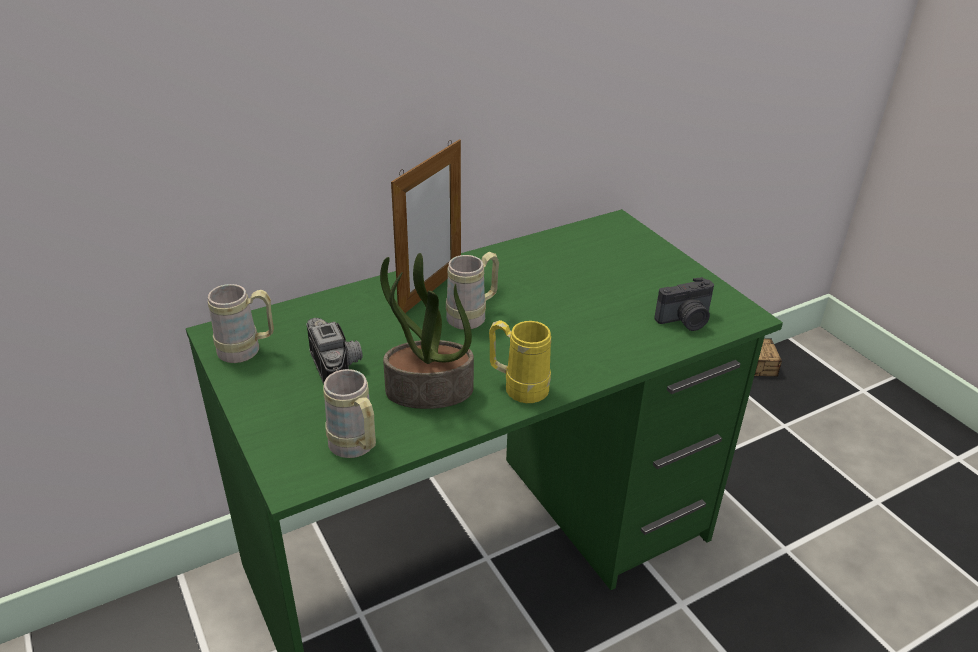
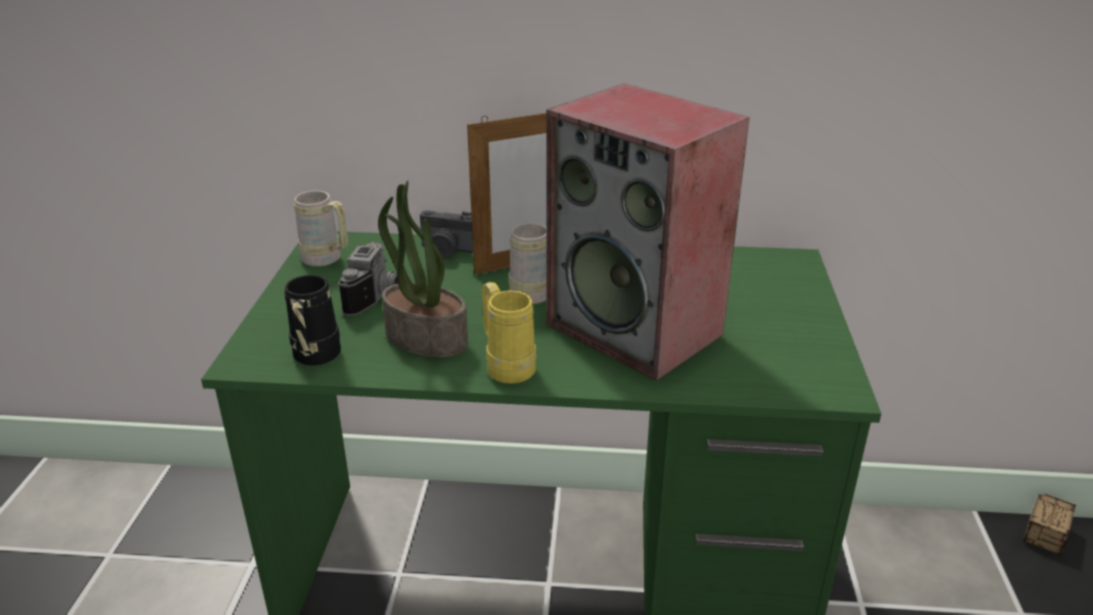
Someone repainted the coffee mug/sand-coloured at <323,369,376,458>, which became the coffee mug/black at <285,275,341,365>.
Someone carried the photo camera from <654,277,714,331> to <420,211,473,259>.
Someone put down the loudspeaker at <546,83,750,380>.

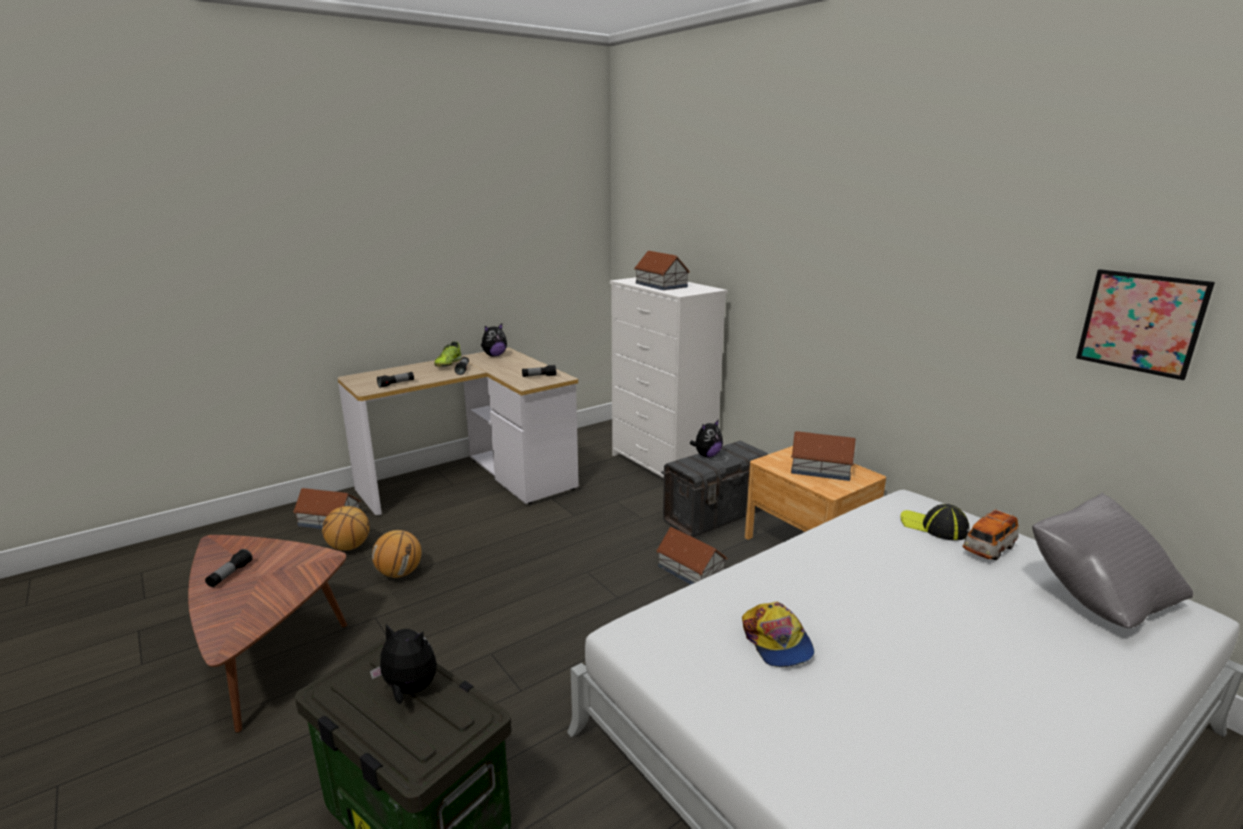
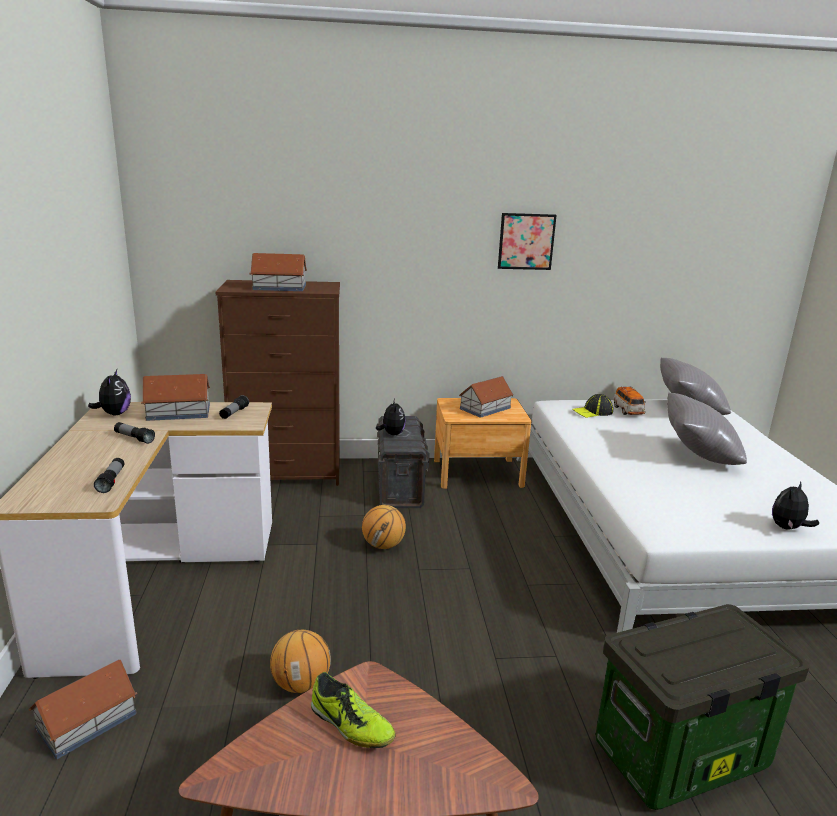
Someone carried the model house from <656,527,727,585> to <141,374,210,421>.
Someone repainted the chest of drawers/whitish at <610,277,728,478>, which became the chest of drawers/brown at <215,280,340,486>.
Someone carried the shoe from <434,341,462,366> to <311,672,396,748>.
Someone carried the ball for basketball from <322,506,370,551> to <362,505,406,549>.
Someone carried the wall picture from <1076,269,1215,380> to <498,213,557,270>.
Someone put down the throw pillow/grey at <667,392,747,465>.
Someone carried the soft toy from <370,624,437,704> to <772,481,819,530>.
Someone took away the hand torch at <205,549,253,587>.
Someone took away the cap at <742,602,814,667>.

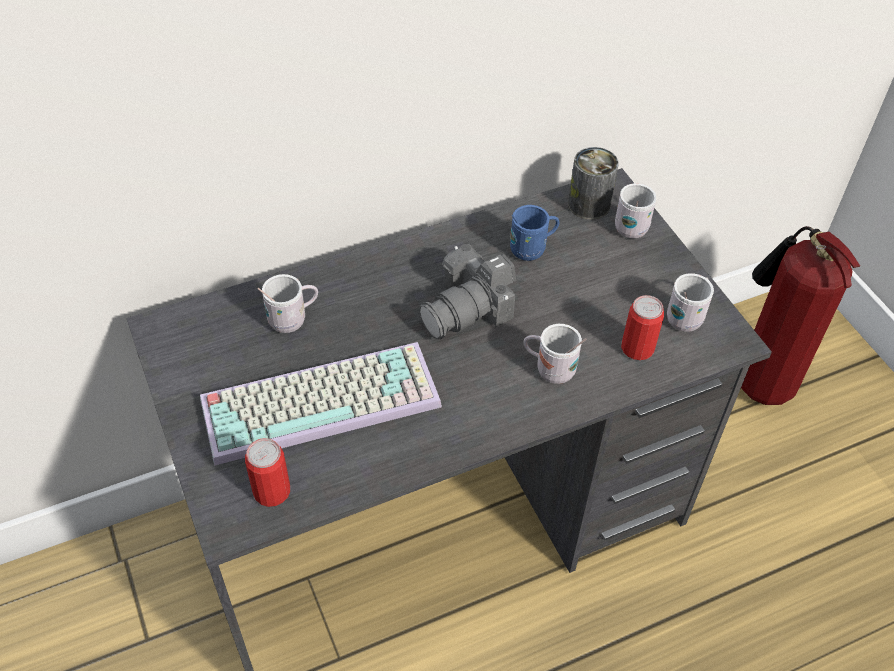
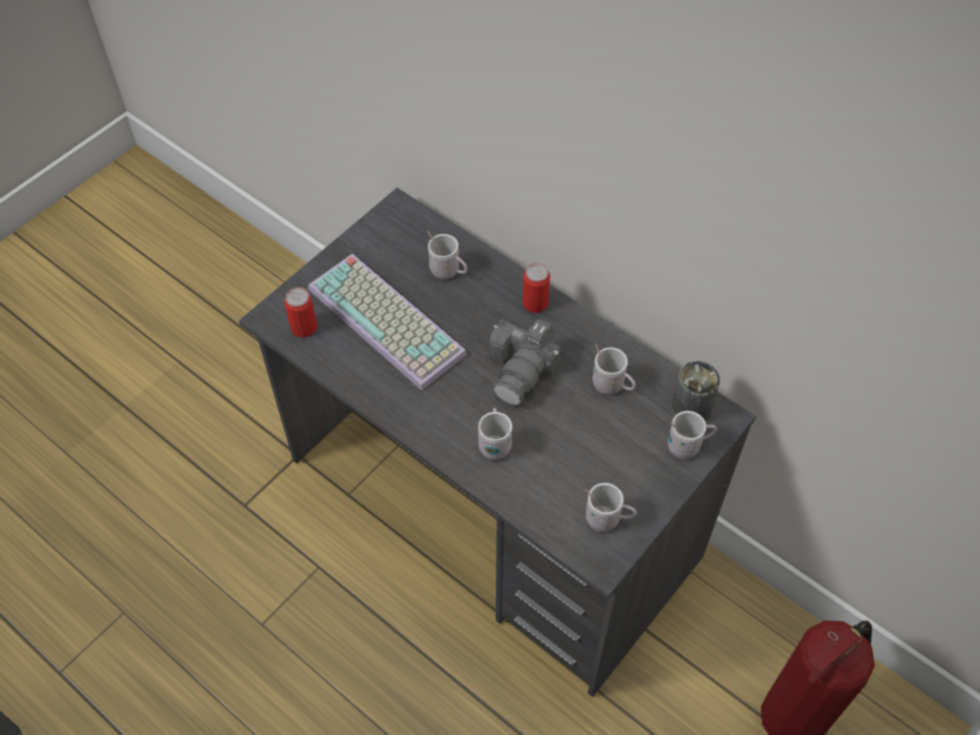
Someone rotated the photo camera at <419,244,516,339> by 90 degrees counterclockwise.
Someone carried the metal can from <621,295,664,360> to <522,263,550,313>.
Someone repainted the coffee mug/blue-coloured at <510,205,559,261>, which became the coffee mug/whitish at <592,344,636,395>.

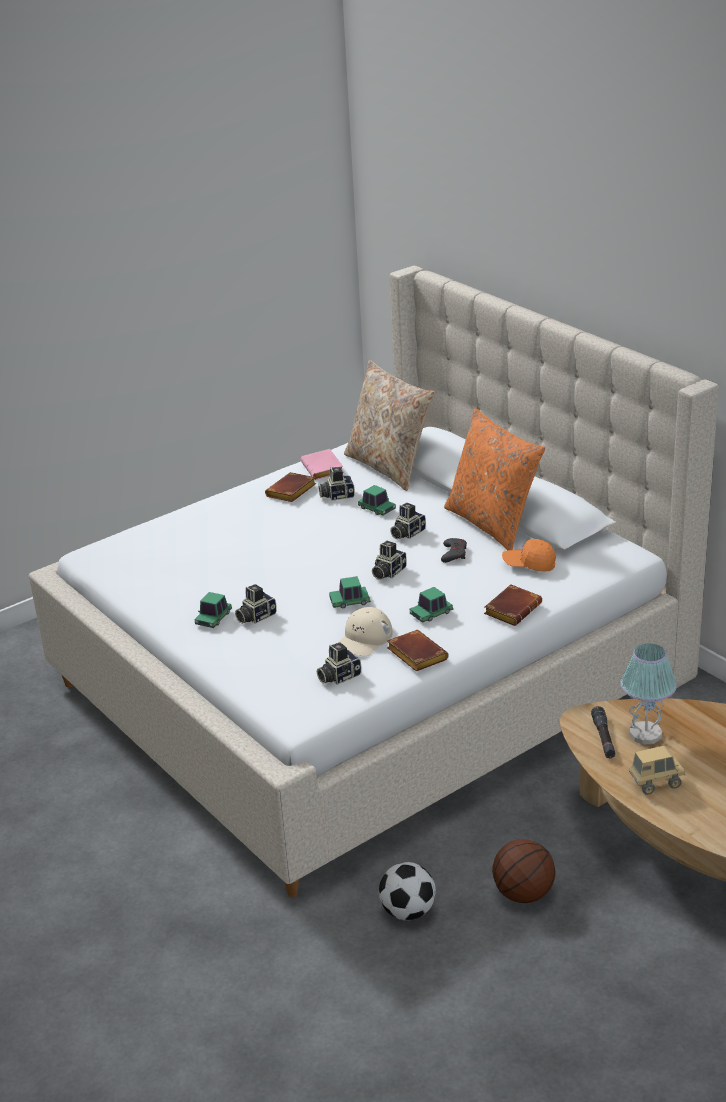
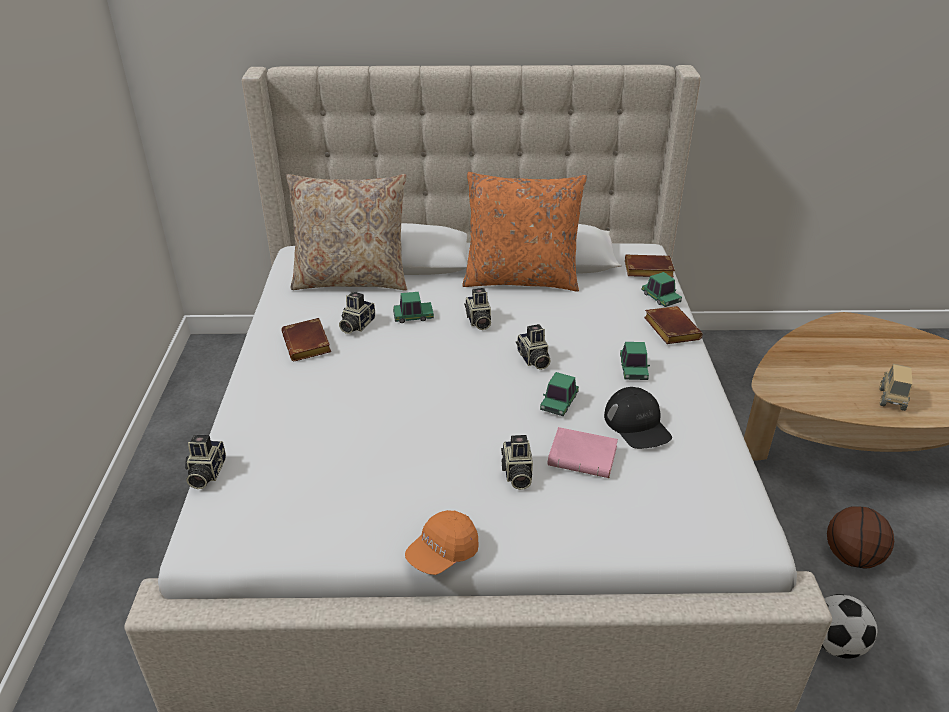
Someone carried the photo camera from <317,642,361,685> to <185,435,226,489>.
Someone carried the cap/orange-coloured from <502,539,556,572> to <405,510,478,575>.
Someone carried the volume/pink-coloured from <301,449,344,480> to <548,427,618,478>.
Someone repainted the cap/sand-coloured at <338,607,393,656>, which became the cap/black at <604,387,672,449>.
Someone carried the volume/brown from <387,630,449,671> to <625,255,675,278>.
Someone carried the model car from <194,592,232,628> to <641,272,682,307>.
Someone took away the gamepad/grey at <441,538,467,563>.
Someone took away the hand torch/black at <591,706,615,759>.
Someone took away the lamp for a table at <620,644,677,745>.

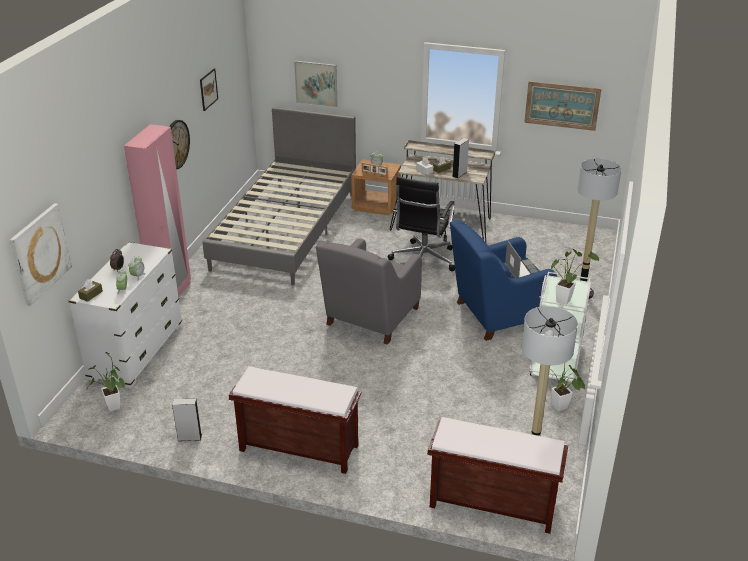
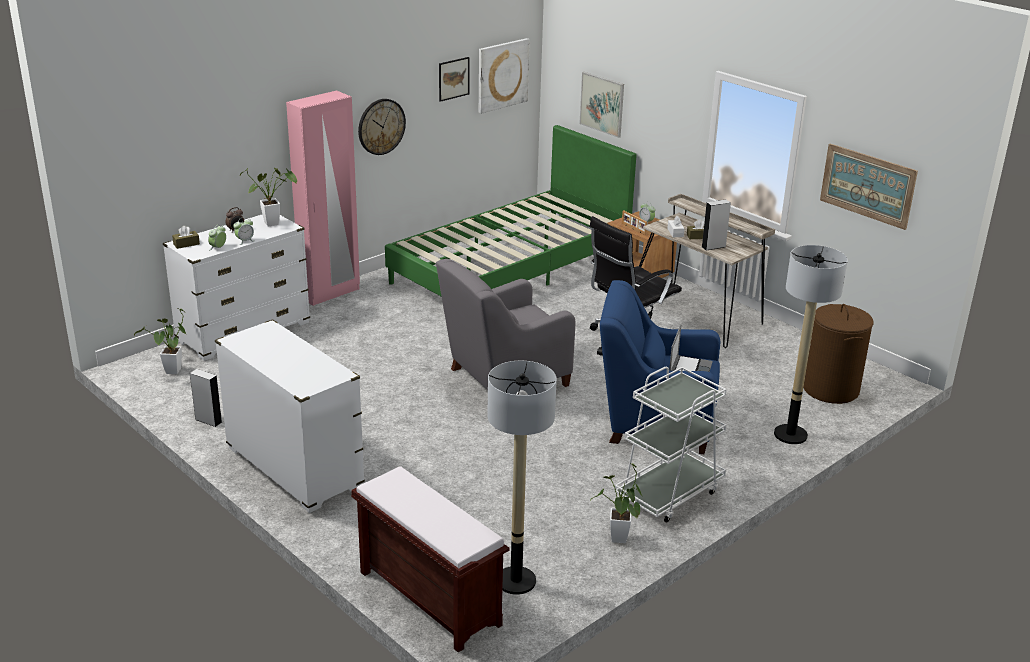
Someone swapped the long seat/brown at <229,366,362,474> for the chest of drawers/whitish at <215,319,365,513>.
Someone carried the plant in a pot from <551,249,599,304> to <240,168,297,226>.
Someone repainted the bedroom bed/grey at <202,107,356,286>, which became the bedroom bed/green-coloured at <385,125,636,296>.
Someone carried the wall picture from <10,203,72,306> to <479,38,530,114>.
Someone put down the laundry basket/brown at <803,304,874,404>.

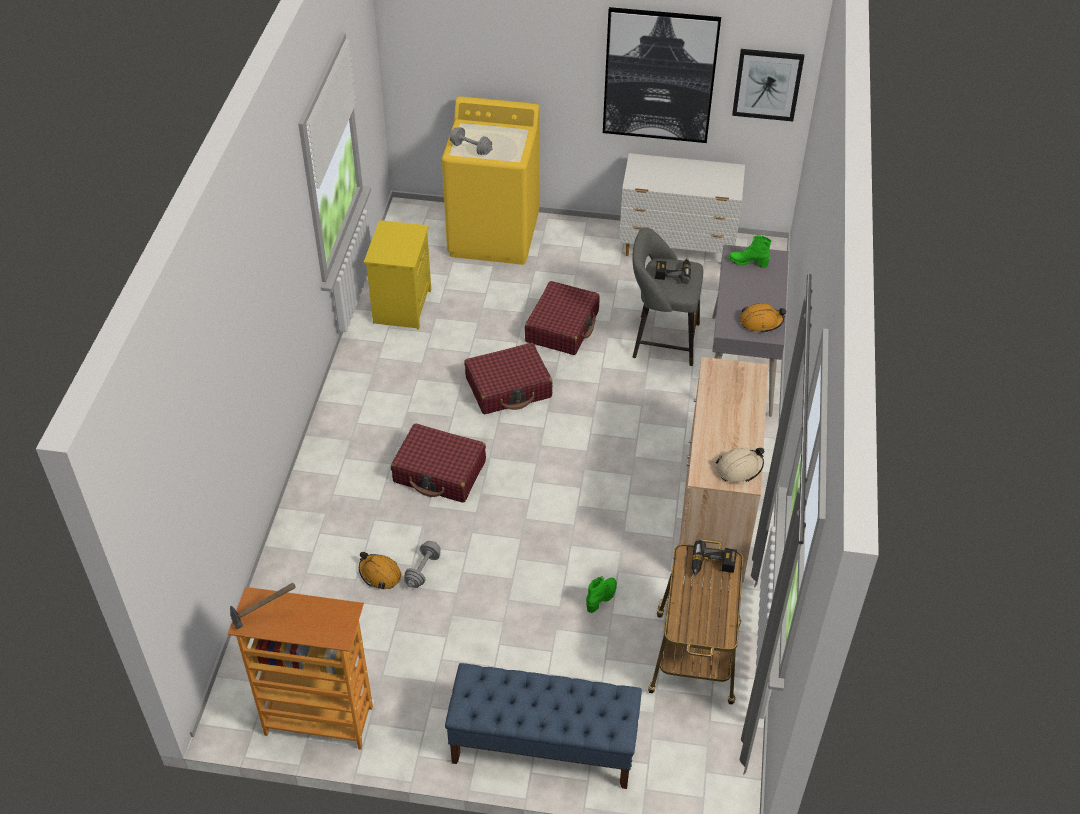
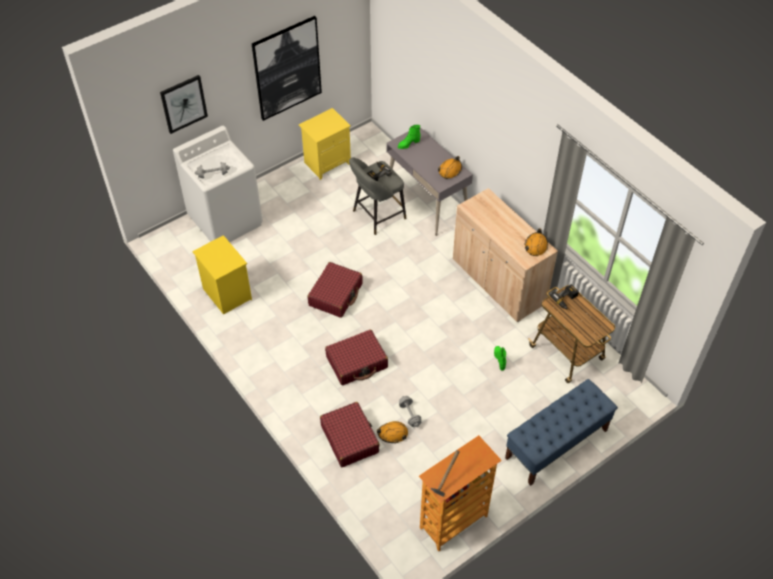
Someone carried the wall picture from <732,49,804,121> to <160,75,208,134>.
Someone repainted the washing machine/yellow at <442,96,540,265>, which became the washing machine/whitish at <173,126,263,242>.
Someone swapped the chest of drawers/whitish at <619,153,745,256> for the night table/yellow at <299,108,351,180>.
Someone carried the suitcase/reddish from <525,281,600,355> to <320,402,380,467>.
Someone repainted the work helmet/sand-coloured at <716,448,764,483>, which became the work helmet/orange-coloured at <525,229,548,256>.

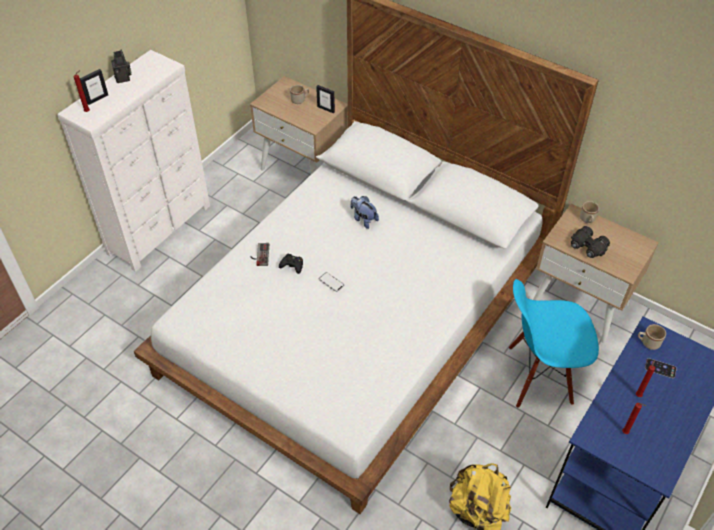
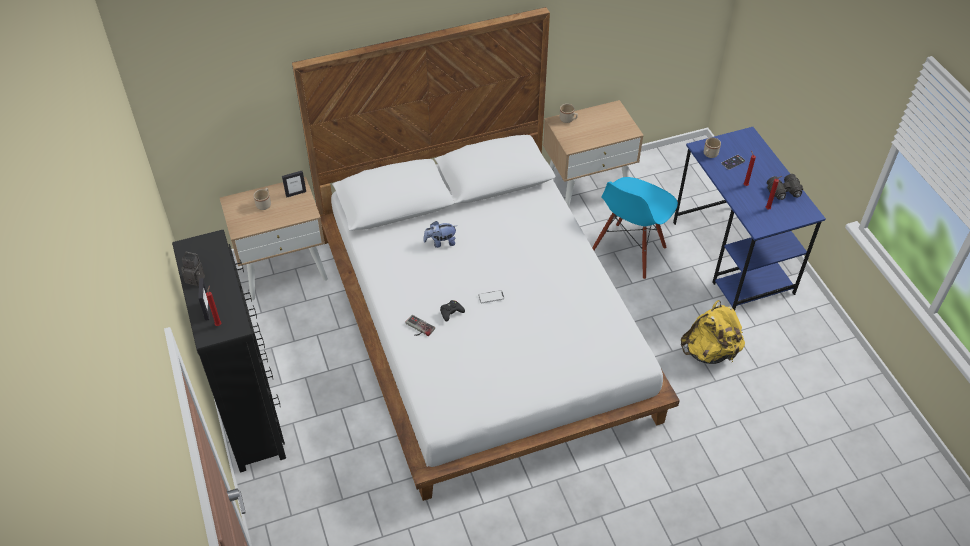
Someone repainted the chest of drawers/whitish at <57,50,210,272>, which became the chest of drawers/black at <172,230,286,472>.
Someone carried the pair of binoculars/black from <571,226,610,258> to <767,174,803,200>.

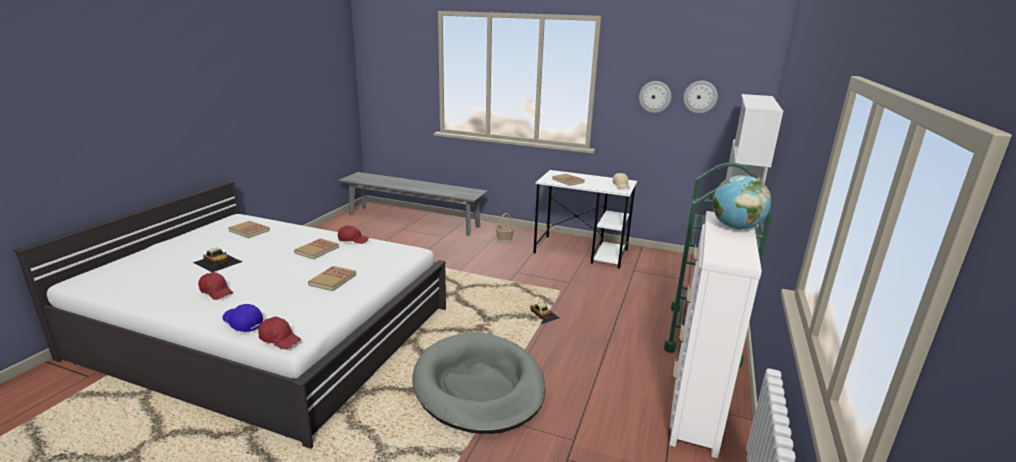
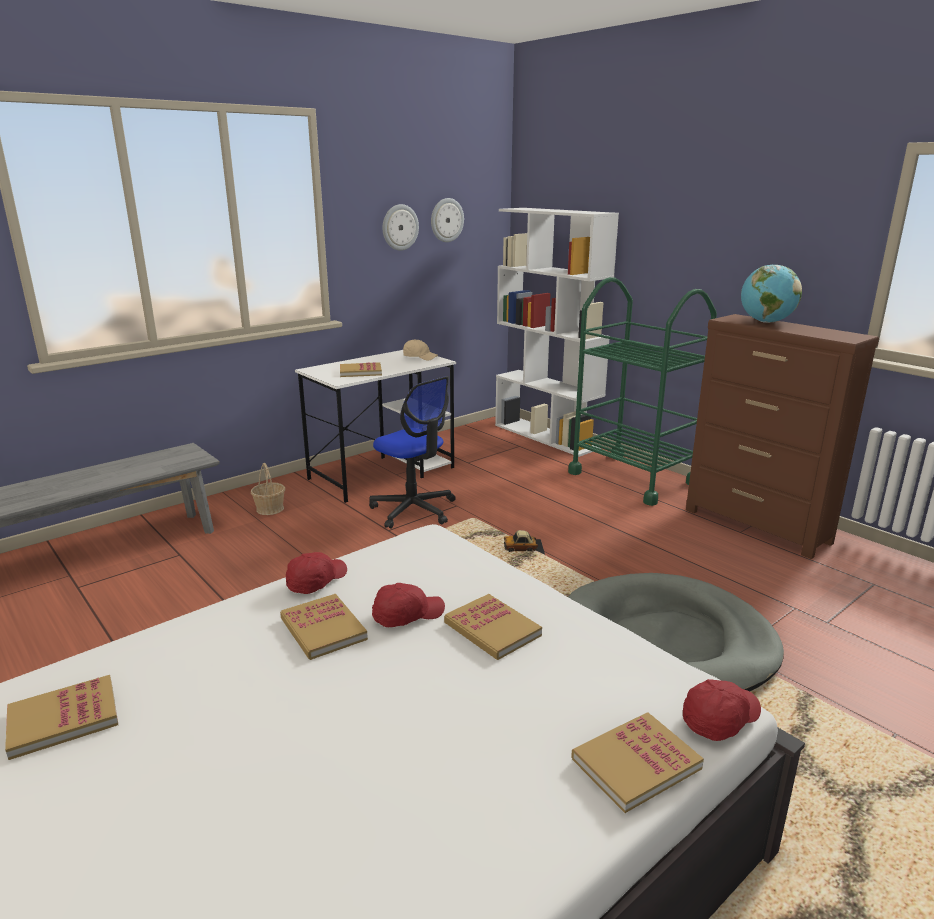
Someone put down the computer chair at <369,376,456,529>.
Someone carried the cap/reddish from <198,272,233,300> to <372,583,445,627>.
Someone swapped the cap/blue-coloured at <222,304,263,332> for the volume at <571,712,704,813>.
Someone repainted the chest of drawers/whitish at <669,211,762,458>, which became the chest of drawers/brown at <686,314,879,559>.
Someone took away the model car at <193,248,242,272>.

